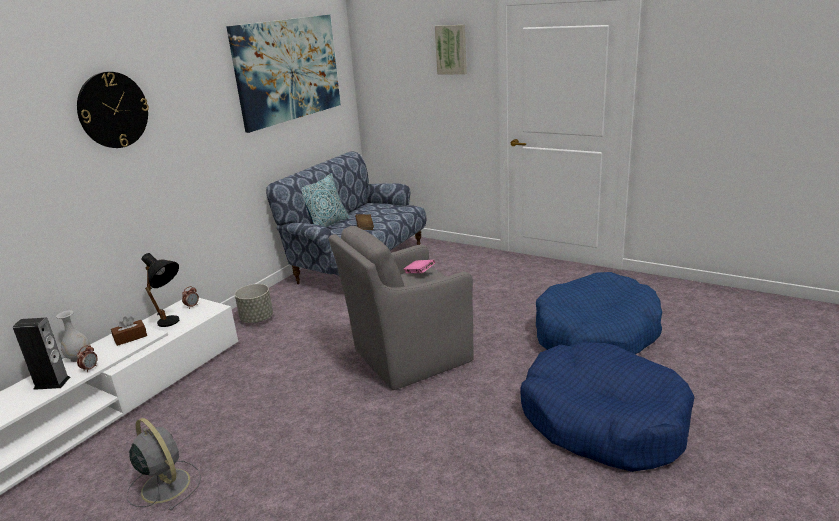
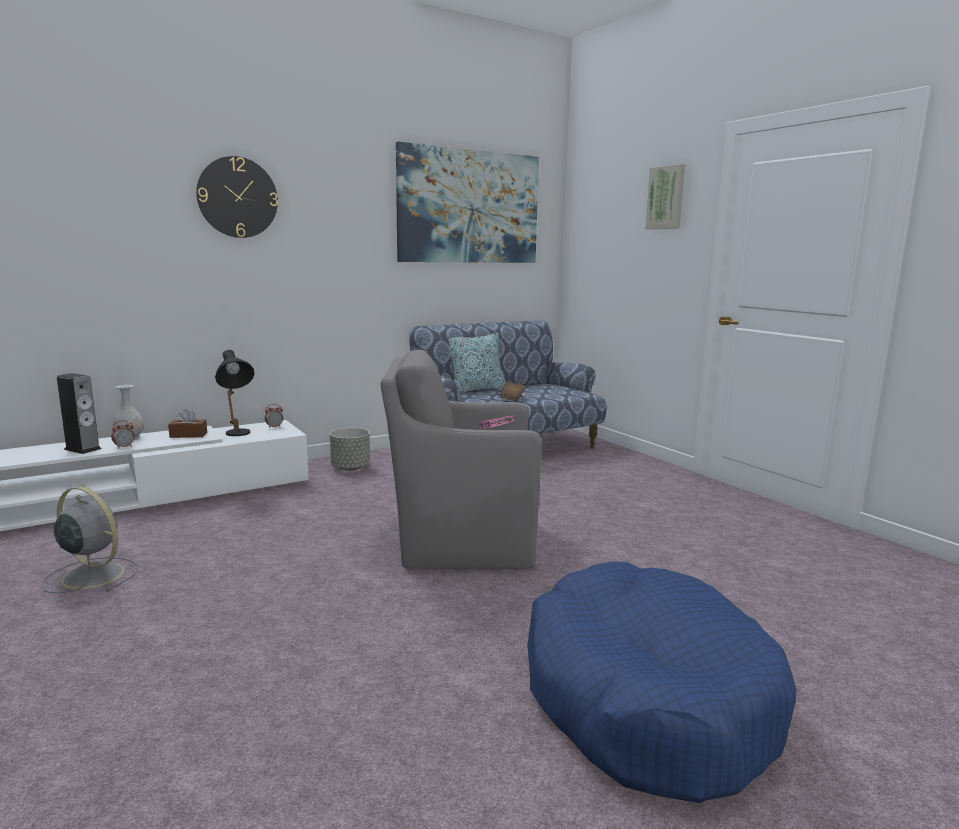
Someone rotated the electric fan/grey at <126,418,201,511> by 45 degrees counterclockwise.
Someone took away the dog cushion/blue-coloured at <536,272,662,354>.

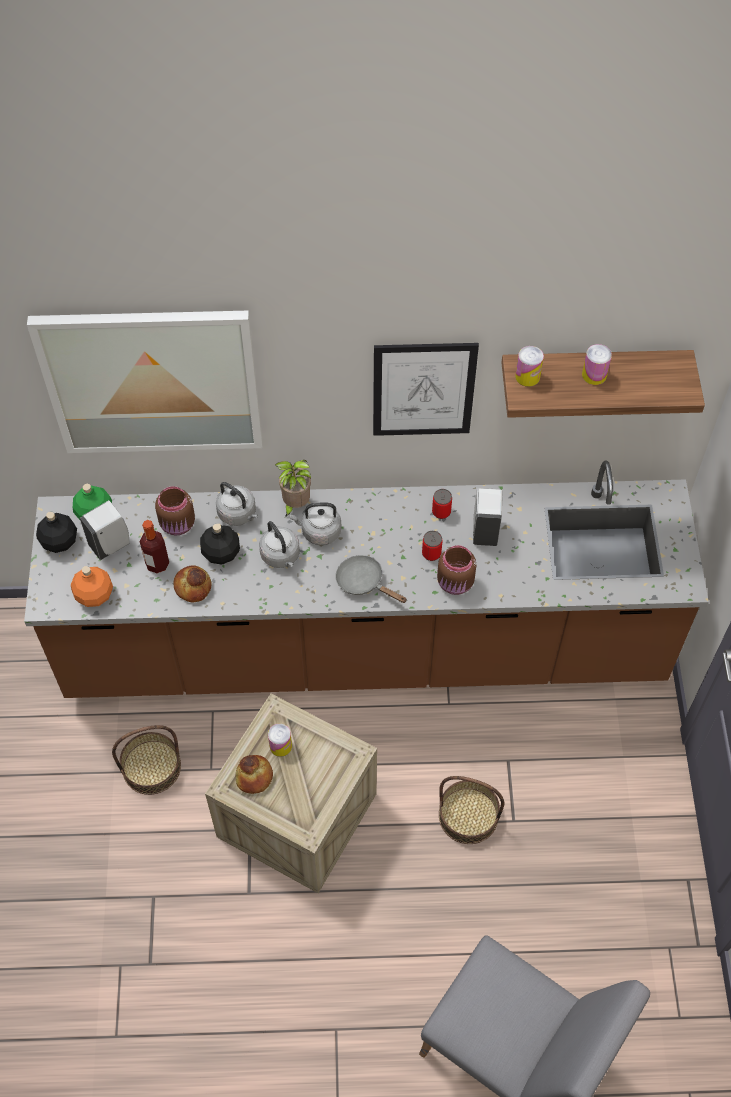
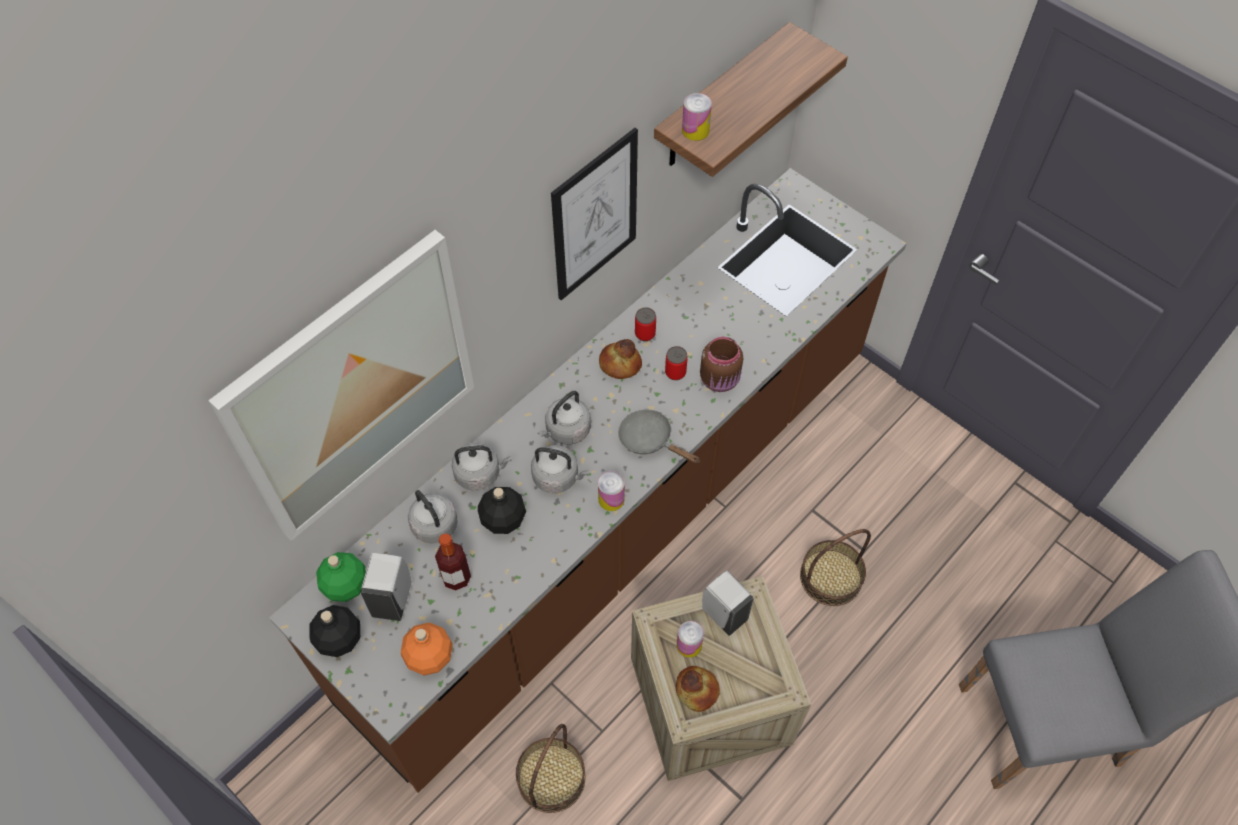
Someone swapped the preserve jar/brown at <155,486,195,535> for the tea kettle/grey at <408,490,458,544>.
Someone carried the metal can from <582,344,612,385> to <598,471,625,511>.
Someone carried the baked bread from <173,565,212,602> to <599,339,642,379>.
Someone rotated the skillet/grey at <335,555,407,603> by 45 degrees clockwise.
Someone carried the liquid soap bottle/whitish from <473,488,502,546> to <702,571,754,636>.
Someone took away the plant in a pot at <274,460,311,517>.

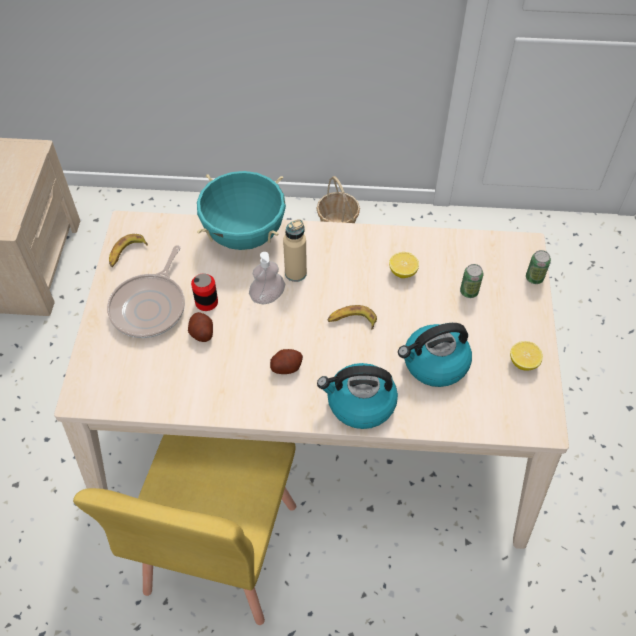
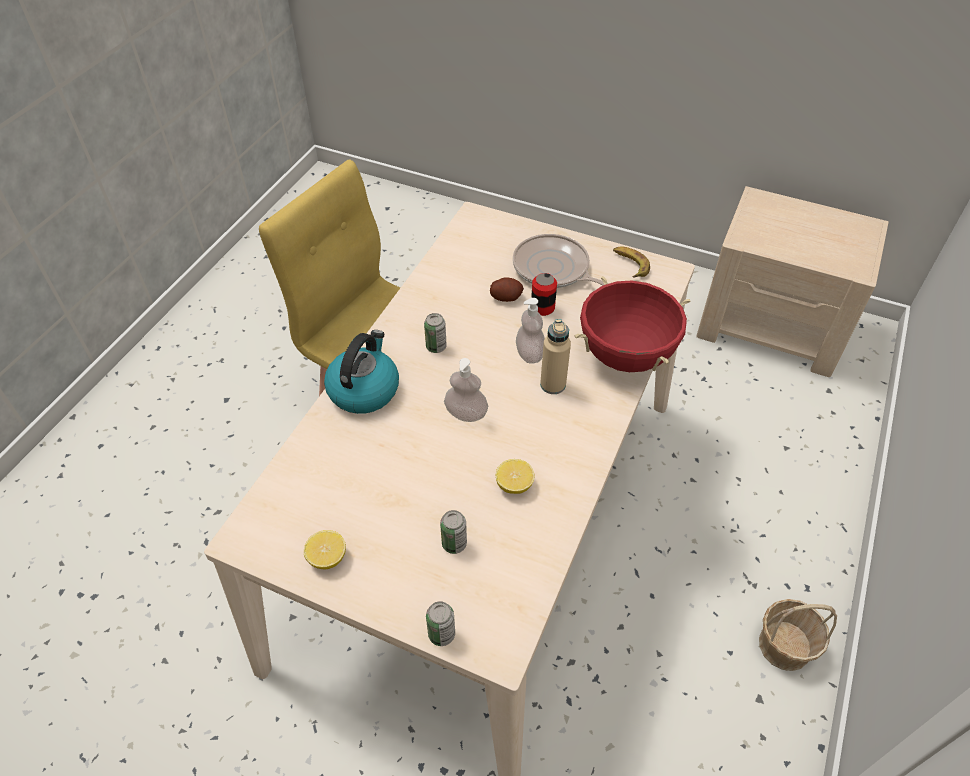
Someone swapped the potato at <270,349,303,374> for the metal can at <424,313,447,353>.
Someone swapped the banana fruit at <328,305,377,330> for the liquid soap bottle at <444,358,488,422>.
Someone repainted the cooking pot/turquoise at <197,171,286,250>, which became the cooking pot/reddish at <575,276,691,372>.
Someone took away the tea kettle at <398,323,472,387>.

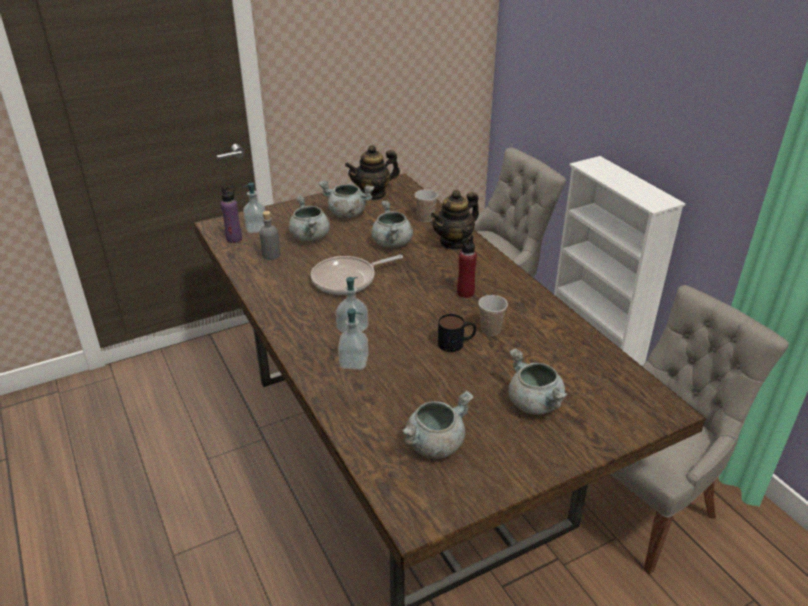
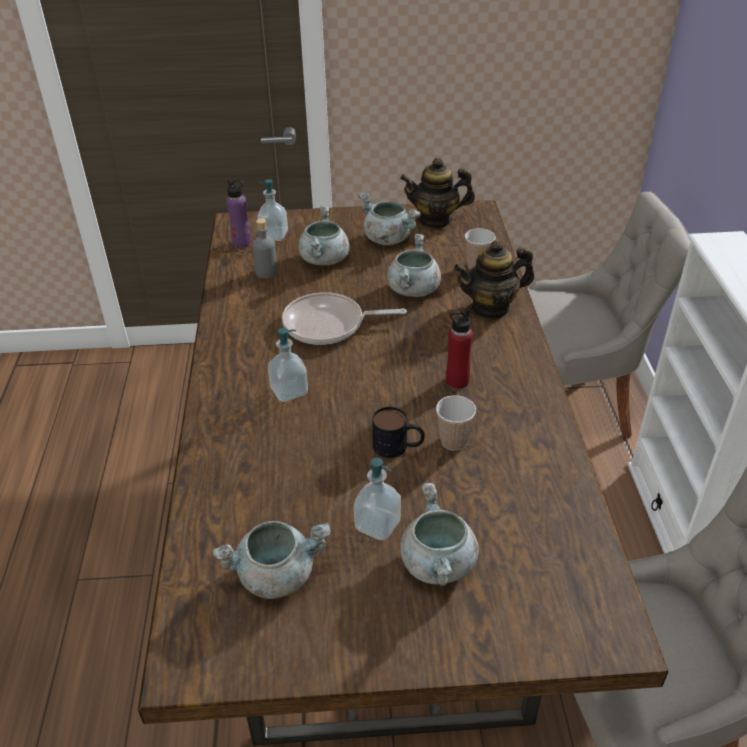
Someone carried the liquid soap bottle from <338,308,368,370> to <354,458,401,540>.

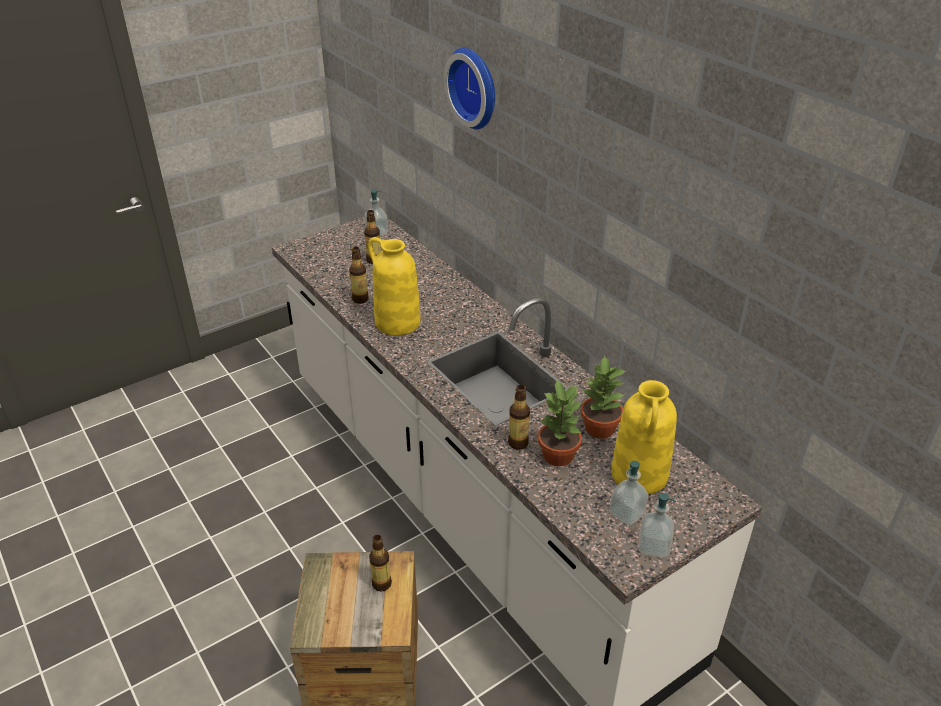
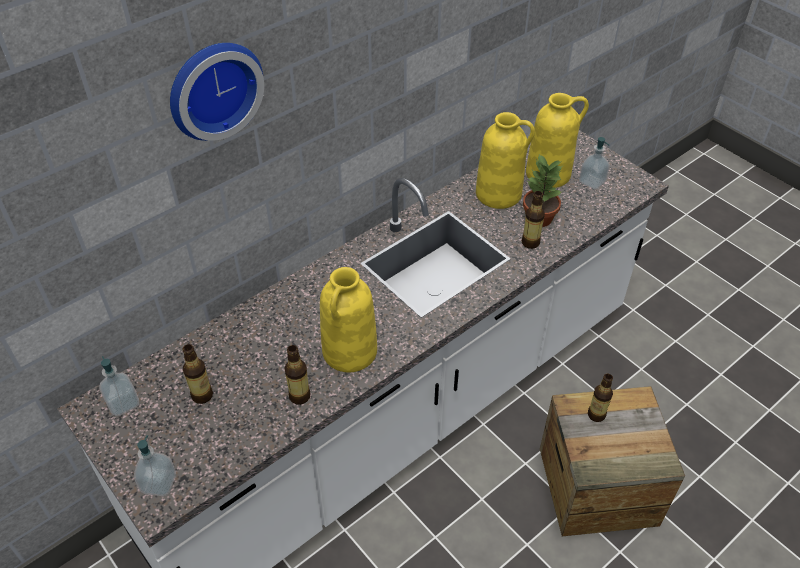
Someone carried the liquid soap bottle from <638,493,676,558> to <134,435,176,496>.
Someone swapped the plant in a pot at <581,355,626,439> for the flower vase/yellow at <476,112,535,209>.

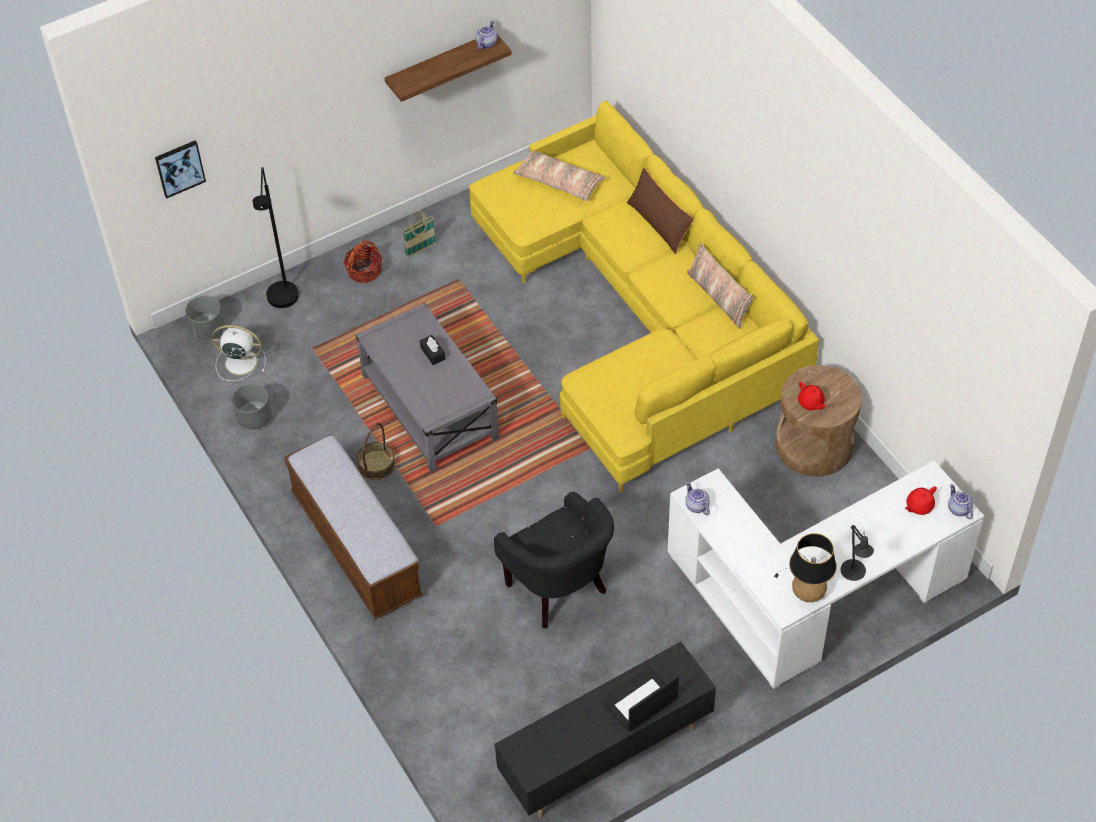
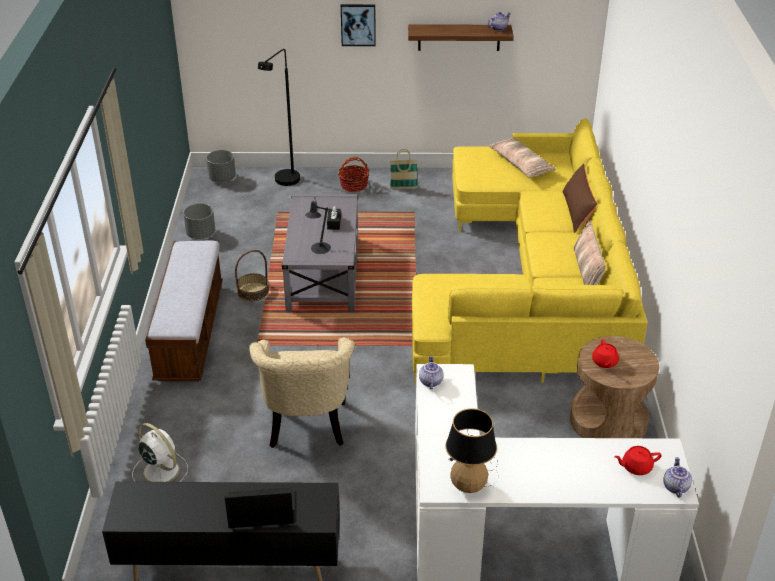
Someone carried the electric fan/whitish from <212,325,266,381> to <132,423,188,482>.
Someone repainted the armchair/black at <494,491,614,628>, which became the armchair/sand-coloured at <249,337,355,448>.
Someone carried the lamp for a table/black from <840,525,874,581> to <305,197,331,254>.
Someone carried the wall picture from <155,141,206,198> to <341,4,376,46>.

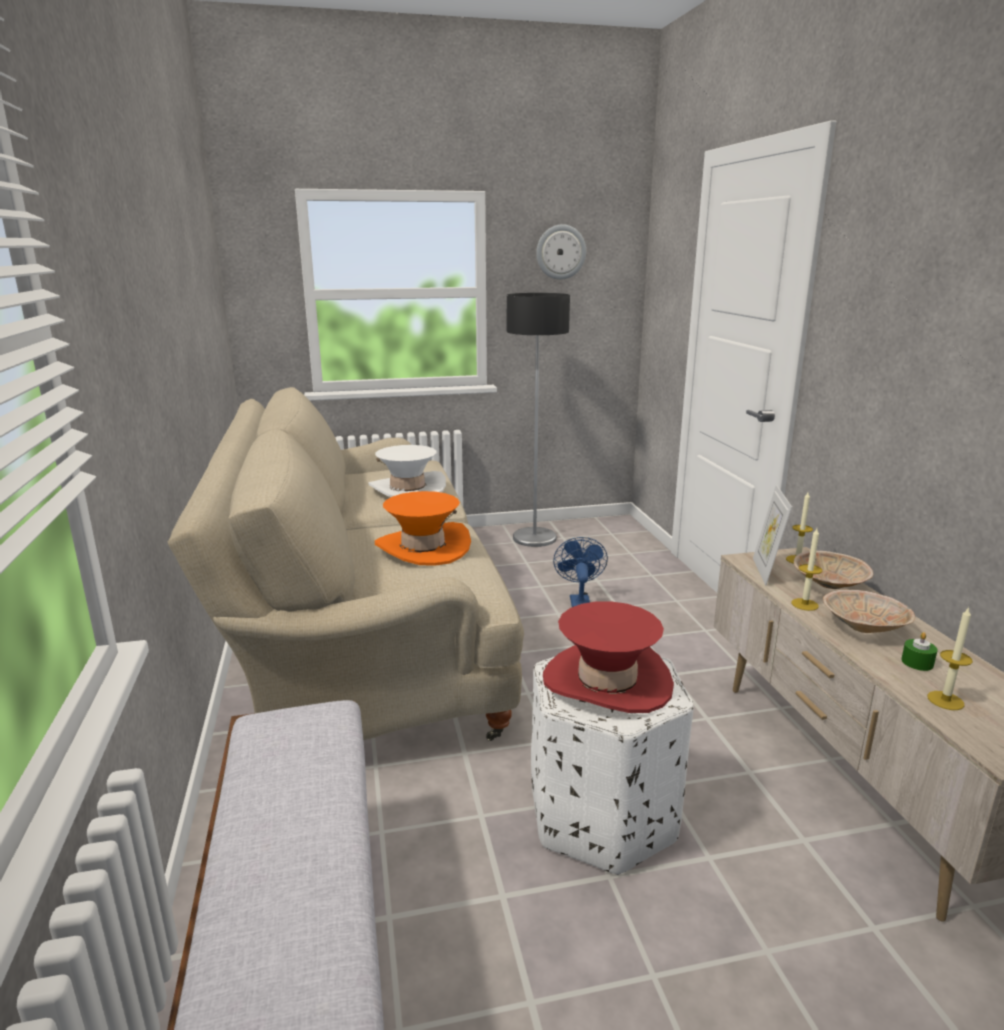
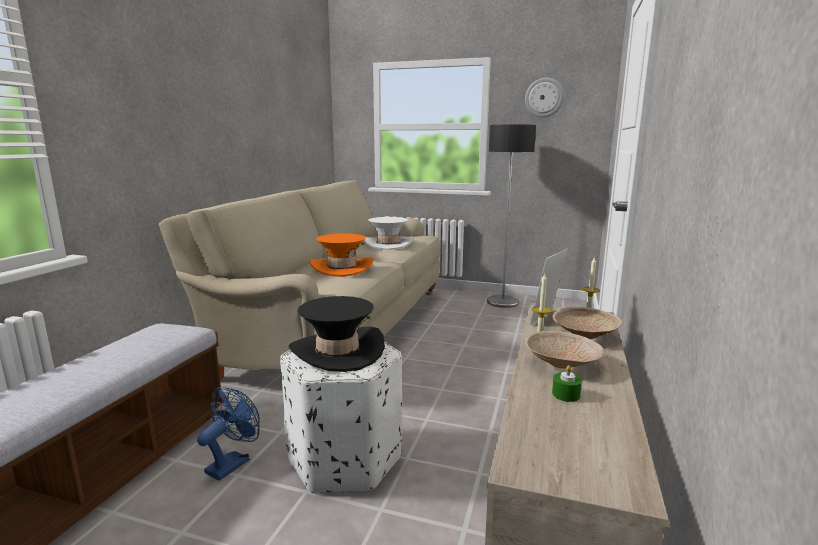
Someone carried the electric fan/blue-coloured from <553,537,608,607> to <197,387,260,481>.
Someone repainted the hat/reddish at <543,601,674,713>, which became the hat/black at <289,296,385,372>.
Someone took away the candle at <927,606,973,710>.

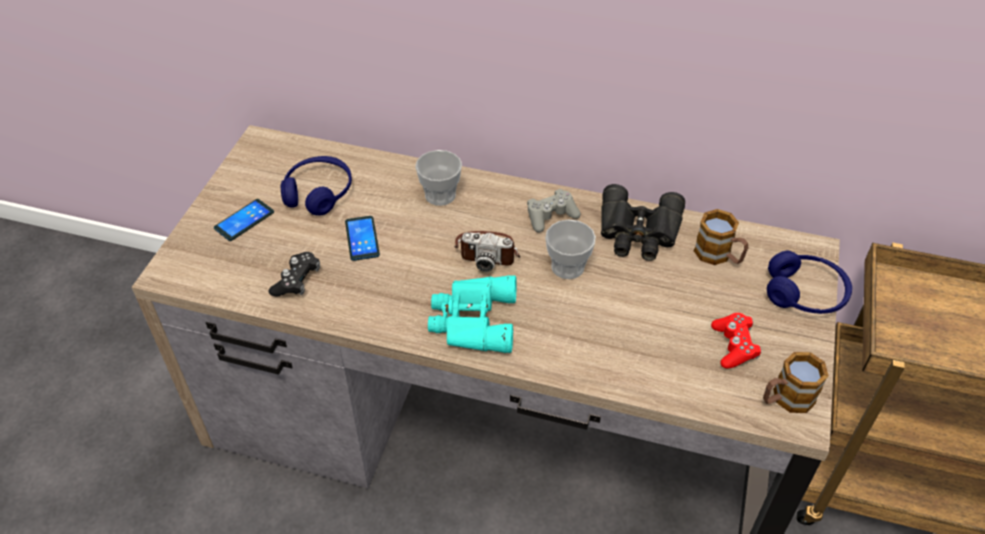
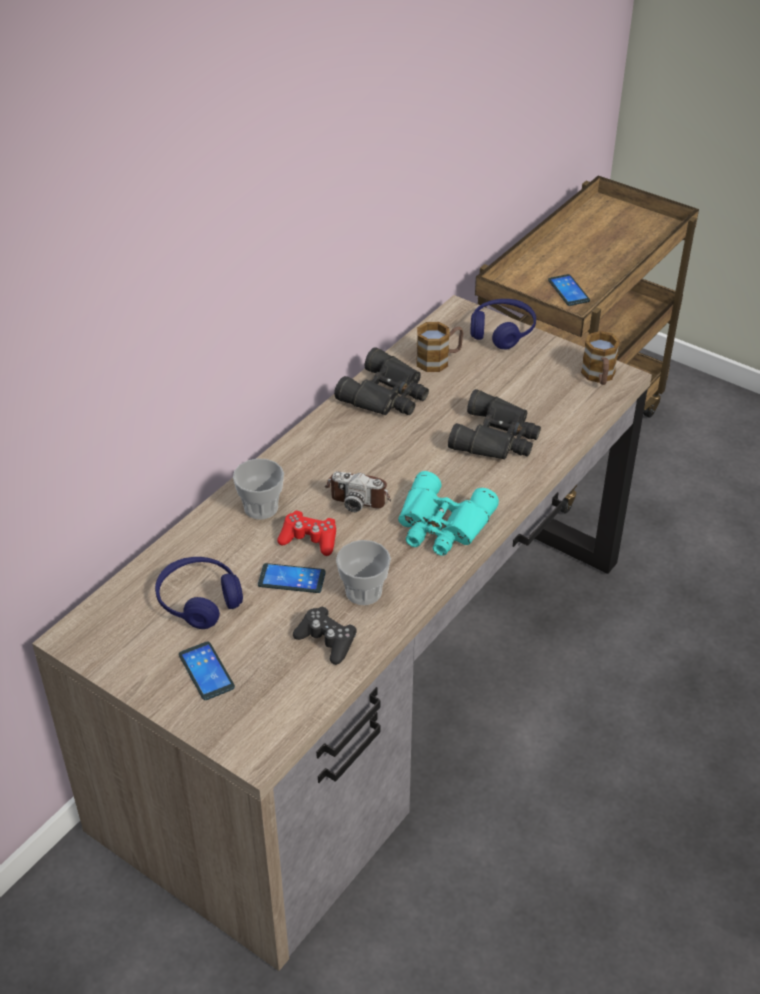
Someone carried the gamepad/reddish from <711,313,761,369> to <277,511,336,556>.
Someone rotated the photo camera at <454,231,520,272> by 75 degrees clockwise.
Someone carried the drinking cup from <545,220,596,279> to <336,540,391,605>.
Someone put down the pair of binoculars/black at <448,389,541,459>.
Someone put down the telephone at <548,274,590,306>.
Someone took away the gamepad/grey at <527,189,581,233>.

